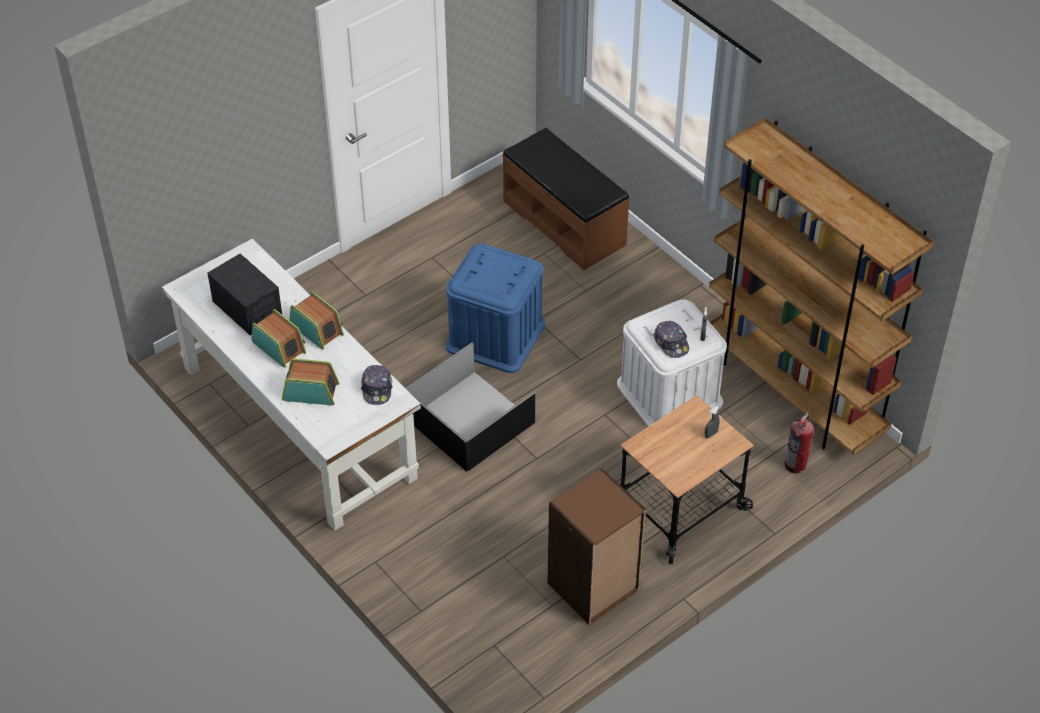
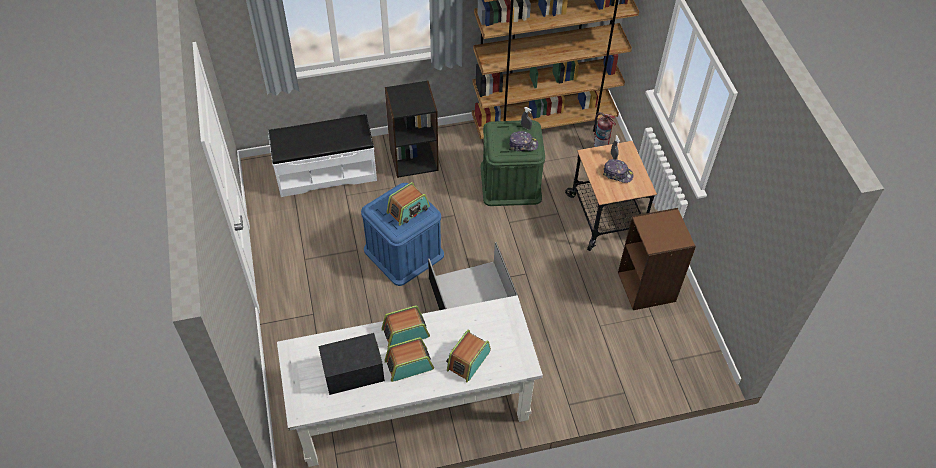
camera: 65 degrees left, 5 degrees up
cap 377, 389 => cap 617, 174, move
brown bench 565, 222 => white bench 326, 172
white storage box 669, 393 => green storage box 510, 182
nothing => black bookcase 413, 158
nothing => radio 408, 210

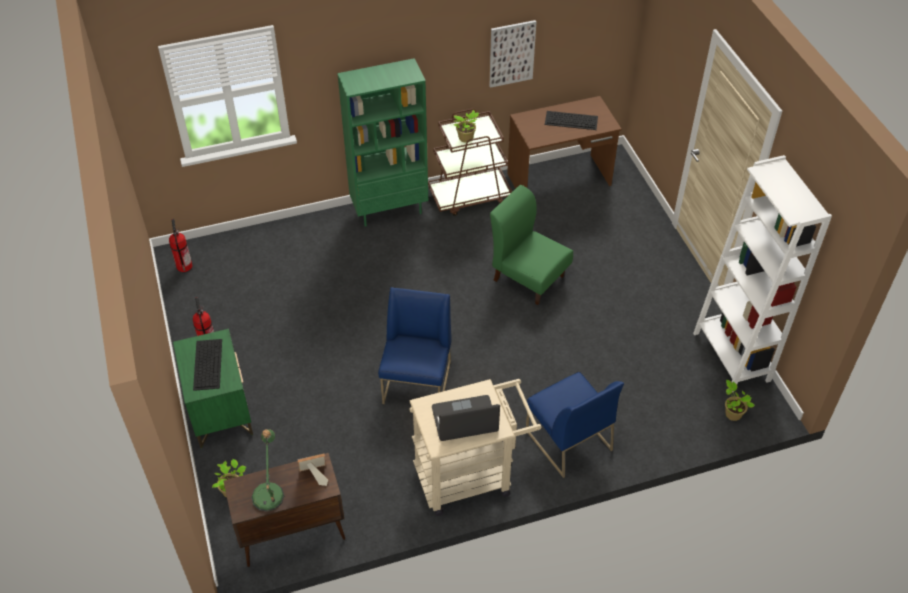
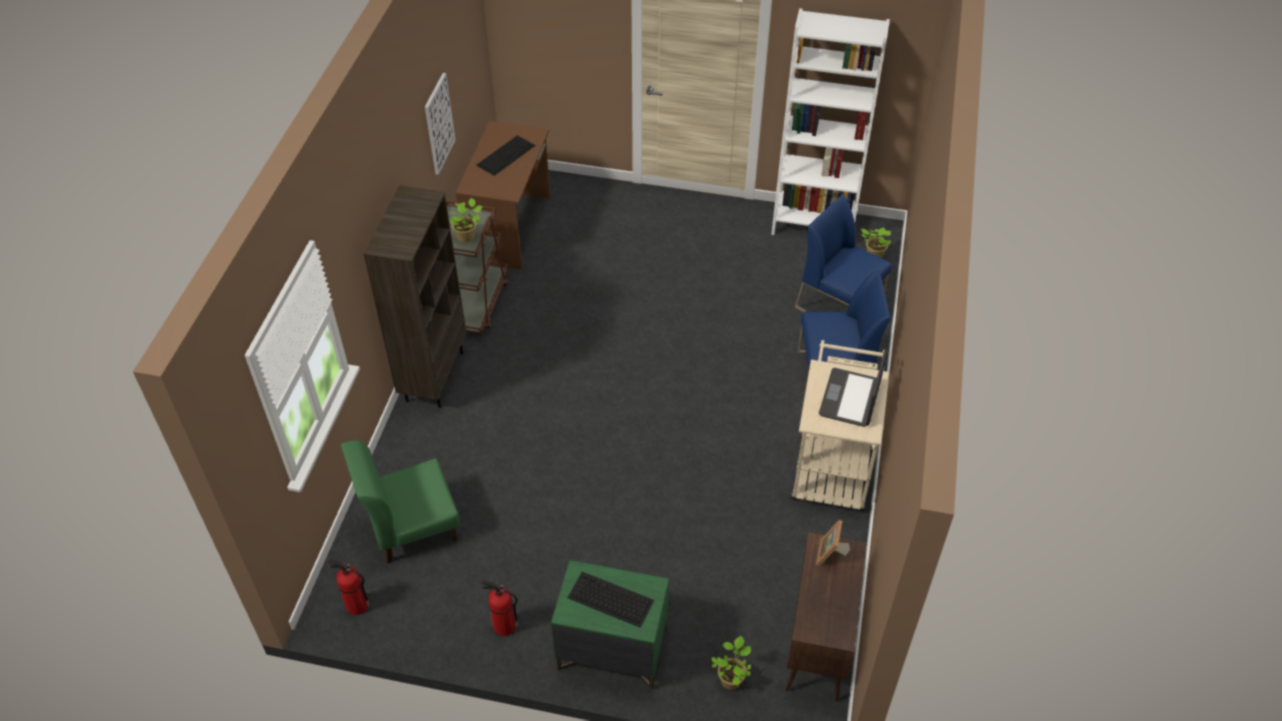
camera: 60 degrees left, 0 degrees up
table lamp 269, 491 => nothing
green bookcase 389, 210 => brown bookcase 434, 376
blue chair 417, 383 => blue chair 839, 305, move
green chair 528, 277 => green chair 412, 526, move

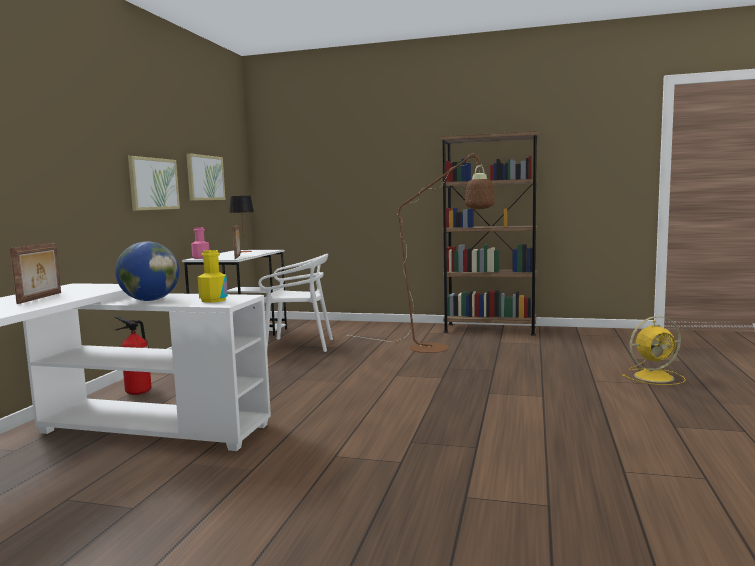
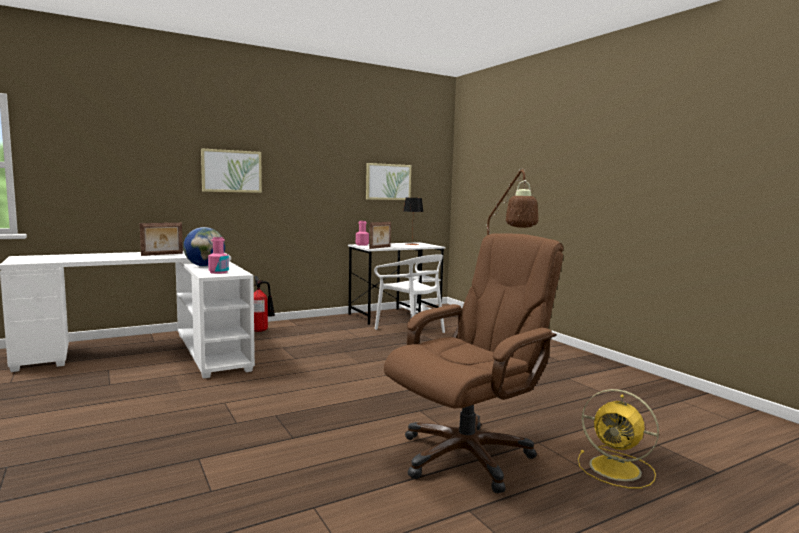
camera: 45 degrees right, 0 degrees up
picture 153, 184 => picture 231, 171, move
yellow bottle 213, 300 => pink bottle 218, 272
brown bookcase 489, 329 => nothing
nothing => brown office chair 466, 455

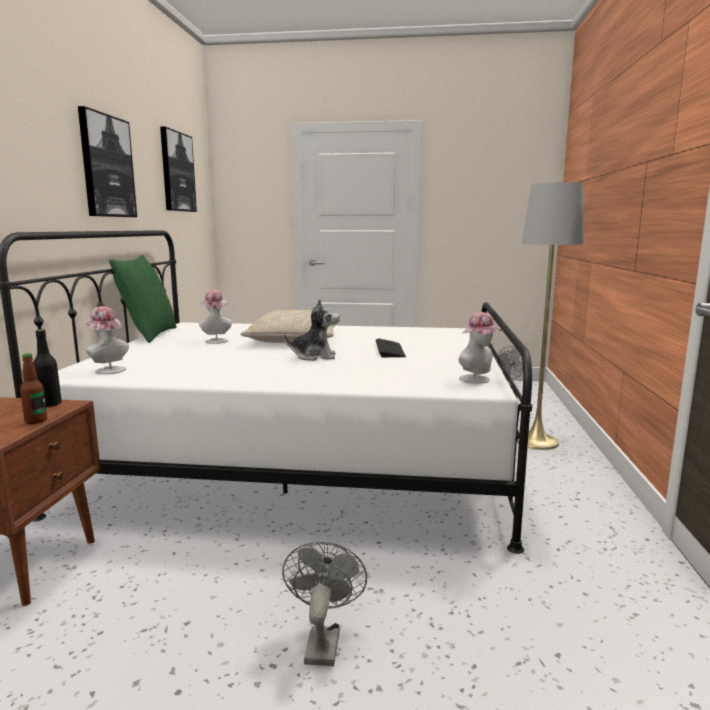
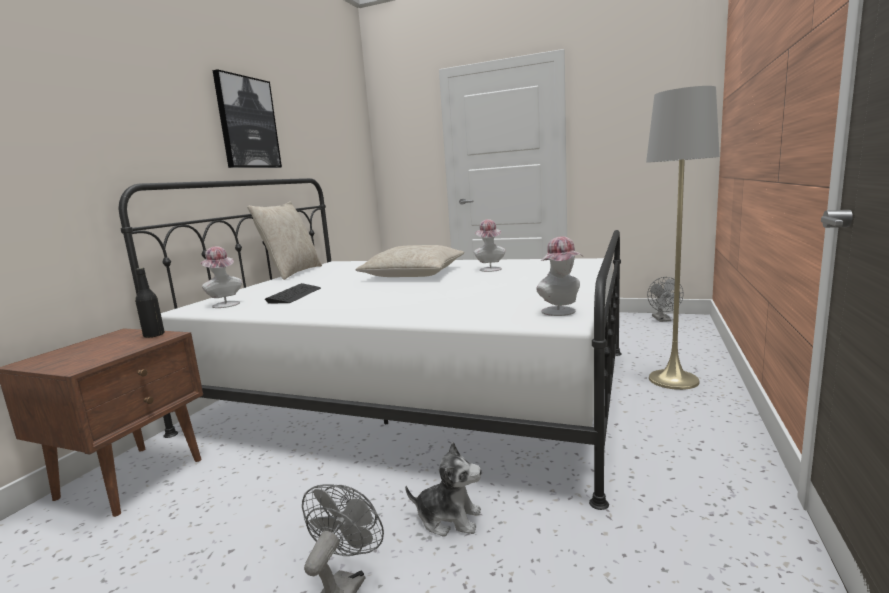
camera: 15 degrees right, 0 degrees up
bottle 36, 421 => nothing
green pillow 148, 335 => beige pillow 292, 273
picture 177, 172 => nothing
hat 216, 340 => hat 489, 269, move
plush toy 314, 356 => plush toy 449, 518, move
keyboard 389, 350 => keyboard 294, 295, move

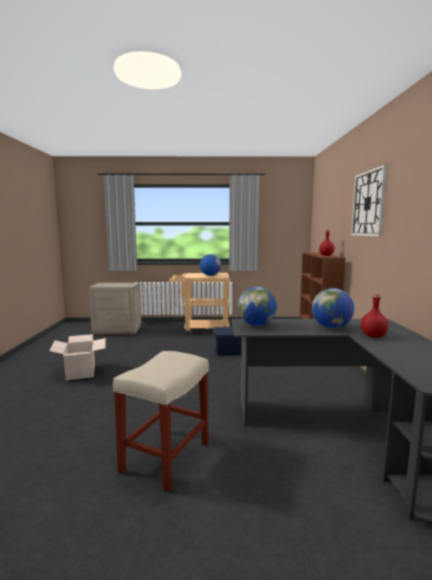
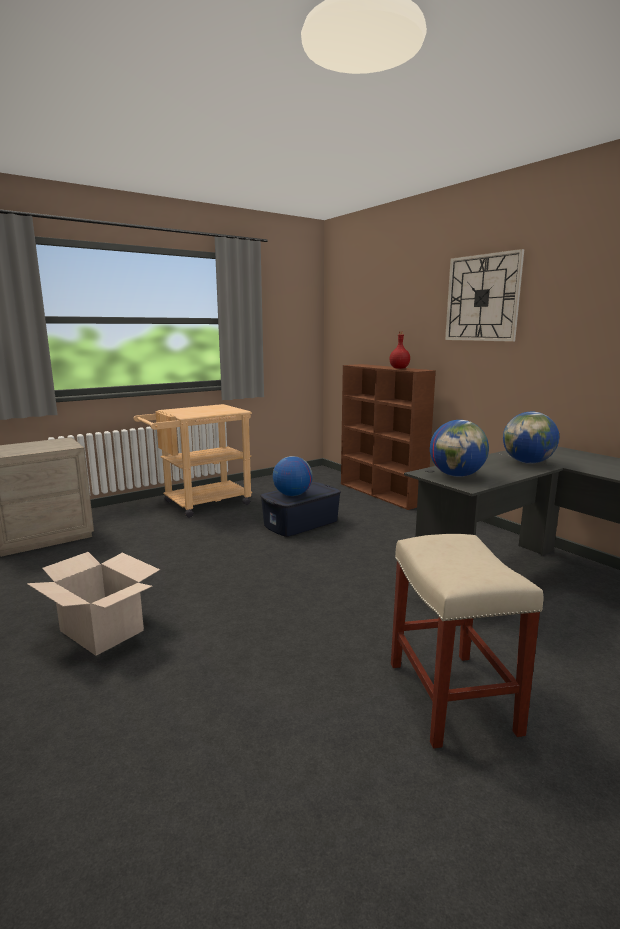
camera: 35 degrees left, 5 degrees up
globe 210, 275 => globe 292, 495, move
red bottle 373, 336 => nothing

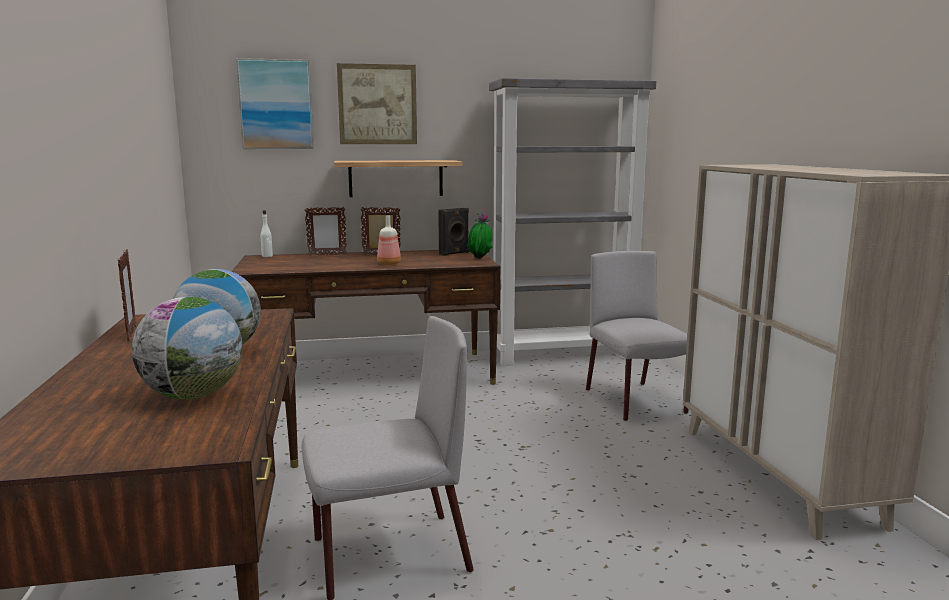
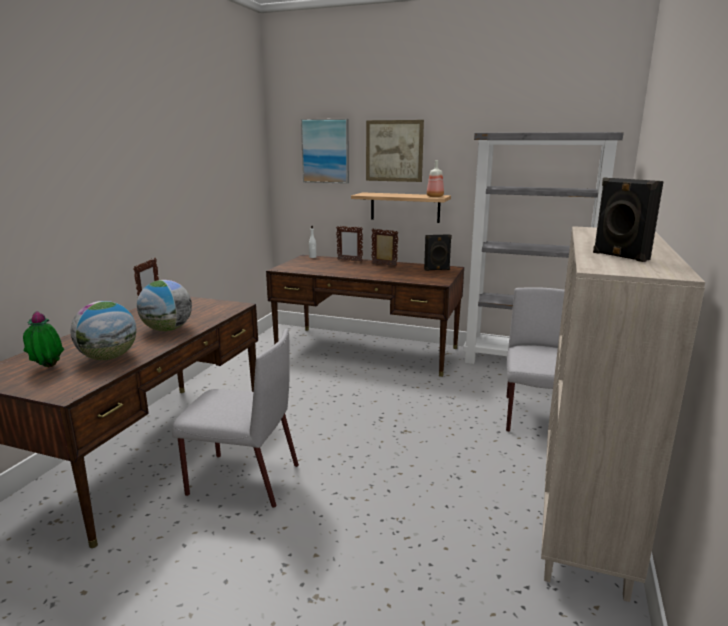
camera: 30 degrees right, 5 degrees up
bottle 388, 264 => bottle 434, 196, move
potted plant 480, 259 => potted plant 47, 368, move
nothing => black speaker 619, 256

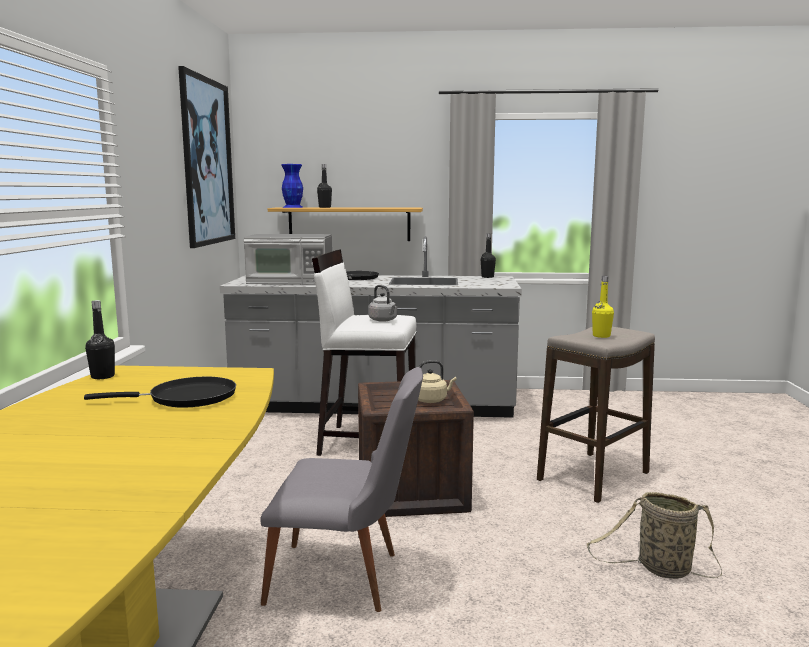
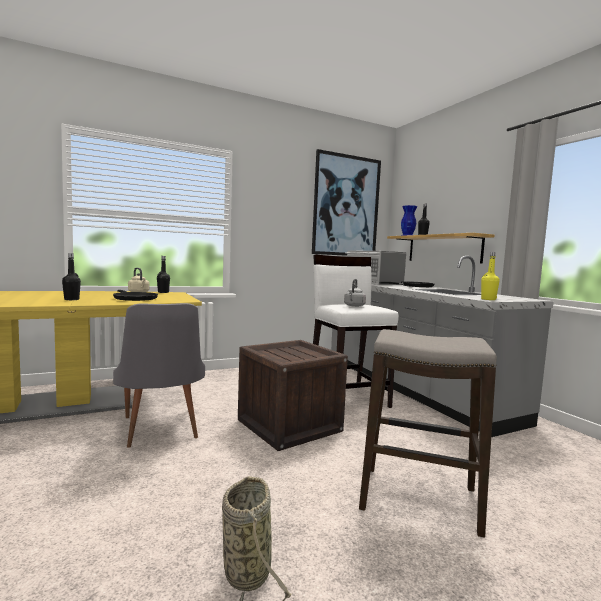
camera: 60 degrees right, 5 degrees down
beige kettle 432, 400 => beige kettle 139, 292, move
black bottle 487, 277 => black bottle 71, 299, move
yellow bottle 601, 336 => yellow bottle 488, 299, move

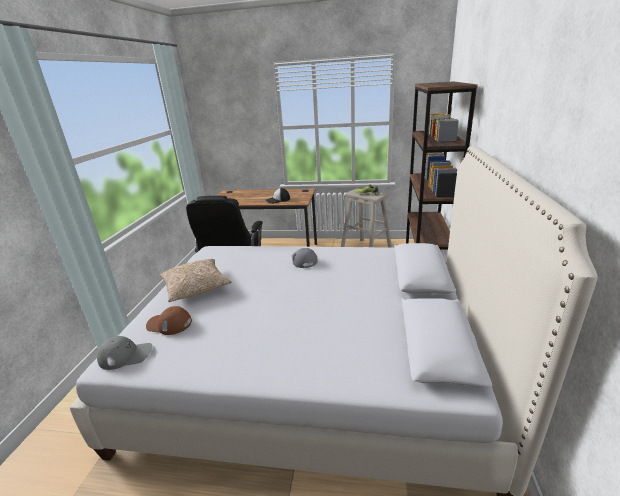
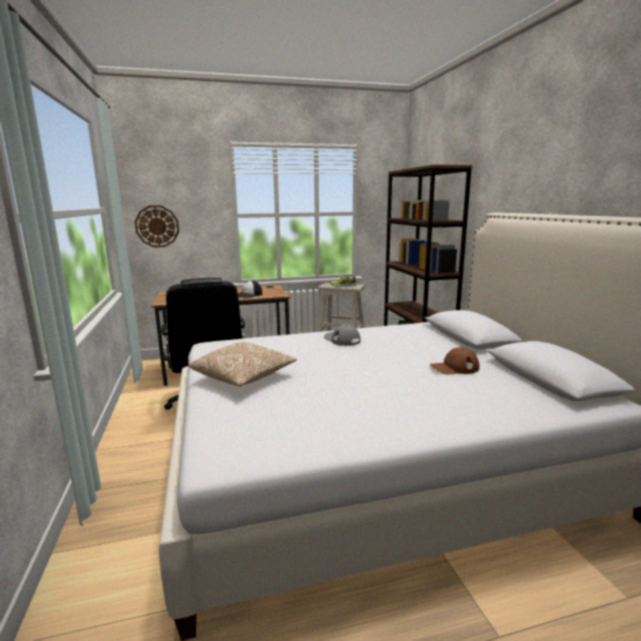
camera: 25 degrees left, 10 degrees down
grey cap 126, 355 => nothing
brown cap 169, 324 => brown cap 454, 368, move
nothing => wall clock 157, 226

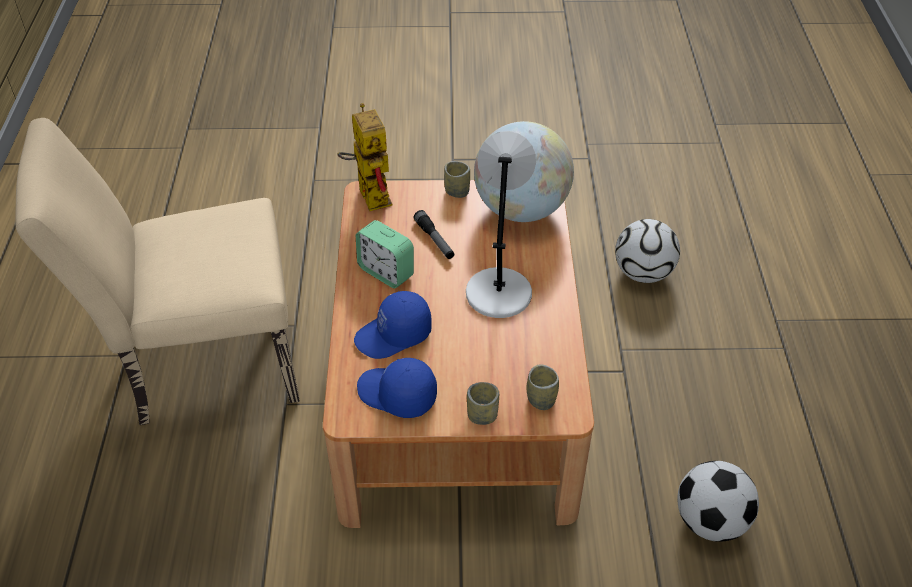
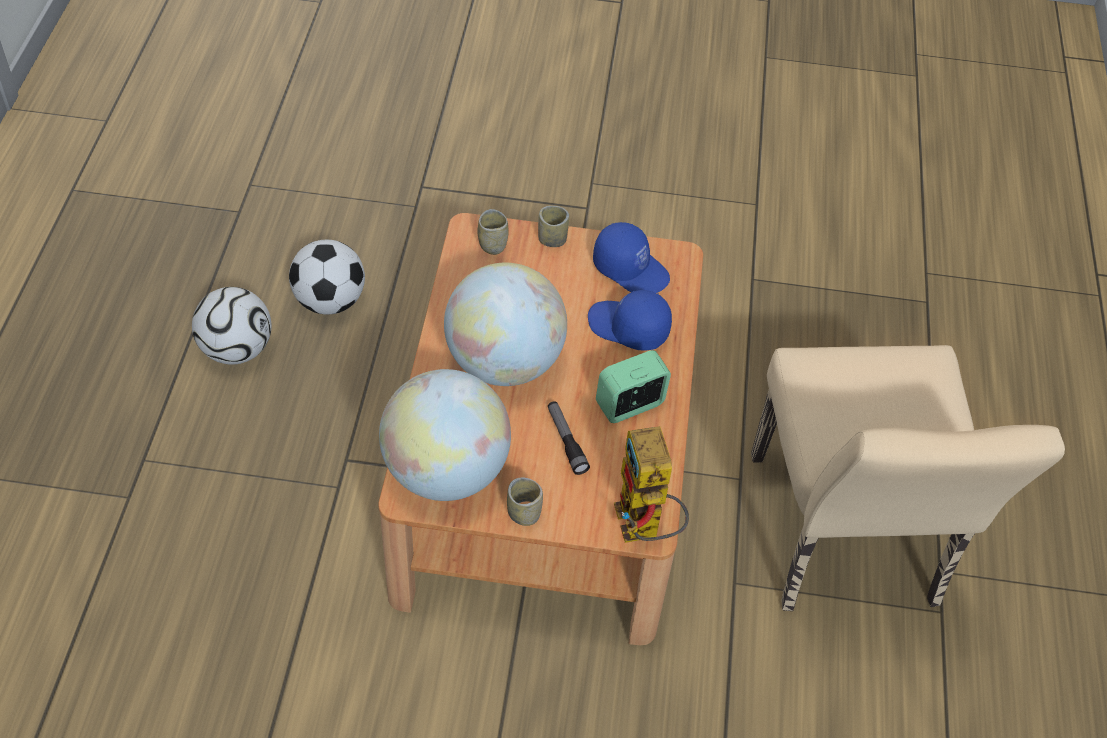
camera: 175 degrees left, 5 degrees up
beige chair 200, 364 => beige chair 846, 544, 90 degrees clockwise
blue cap 394, 335 => blue cap 628, 328, 135 degrees counterclockwise
alarm clock 386, 272 => alarm clock 630, 405, 75 degrees counterclockwise
grey table lamp 498, 290 => globe 504, 363
football 643, 273 => football 236, 349, move

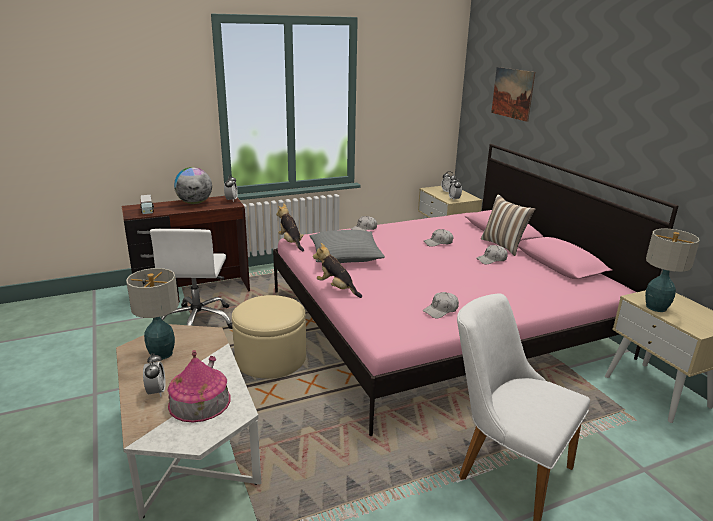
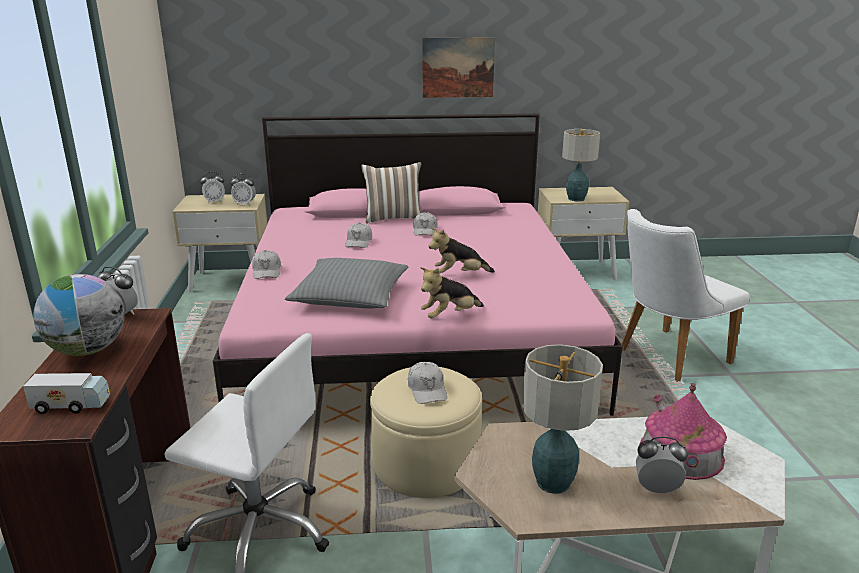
camera: 70 degrees left, 0 degrees up
plush toy 291, 243 => plush toy 459, 275, move
white cap 441, 310 => white cap 427, 390, move
picture 512, 93 => picture 458, 67, move

